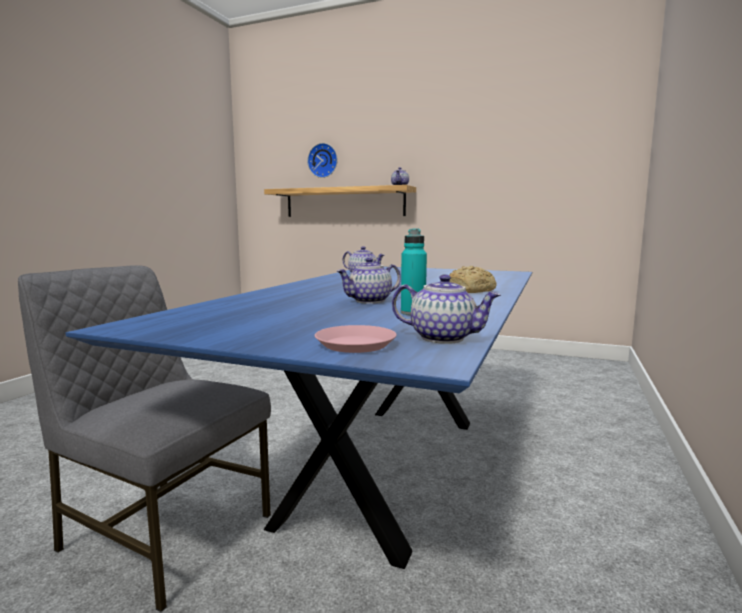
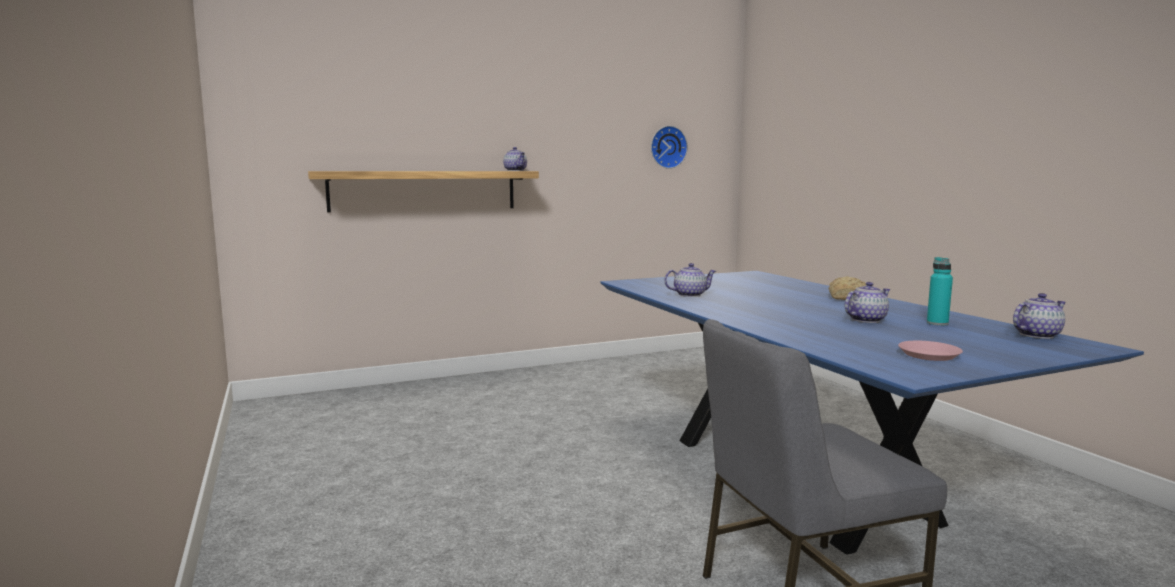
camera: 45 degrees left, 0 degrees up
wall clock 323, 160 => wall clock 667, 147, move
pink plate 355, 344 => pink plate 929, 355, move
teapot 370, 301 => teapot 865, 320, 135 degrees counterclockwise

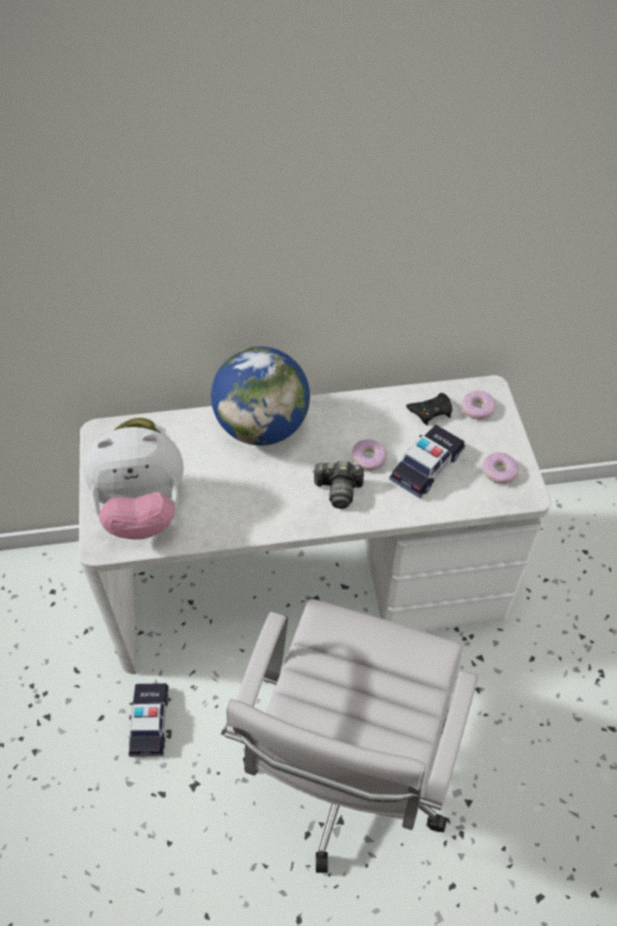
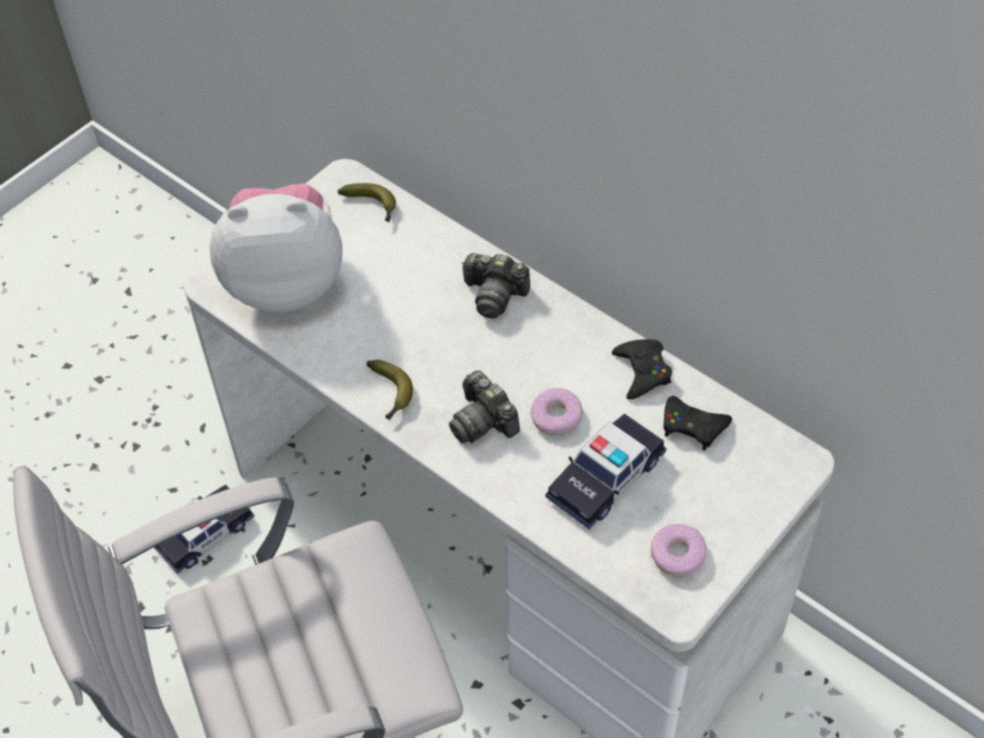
camera: 50 degrees right, 0 degrees up
plush toy 142, 510 => plush toy 286, 282, 135 degrees clockwise
globe 262, 427 => photo camera 494, 295
toy car 426, 466 => toy car 606, 478, 135 degrees clockwise
donut 477, 409 => nothing
nothing => banana 391, 394
nothing => black game controller 642, 372

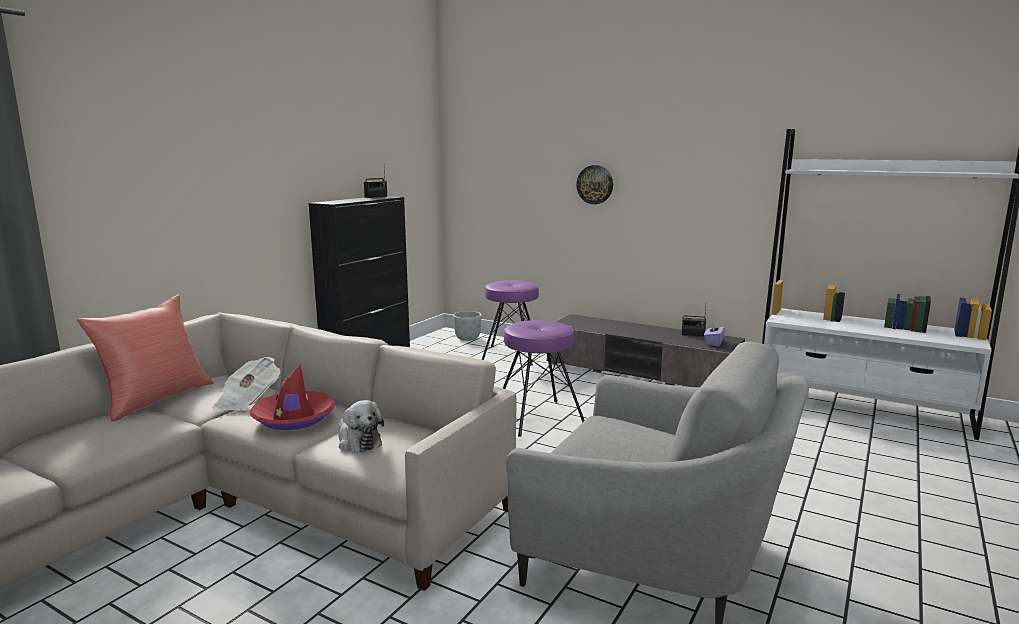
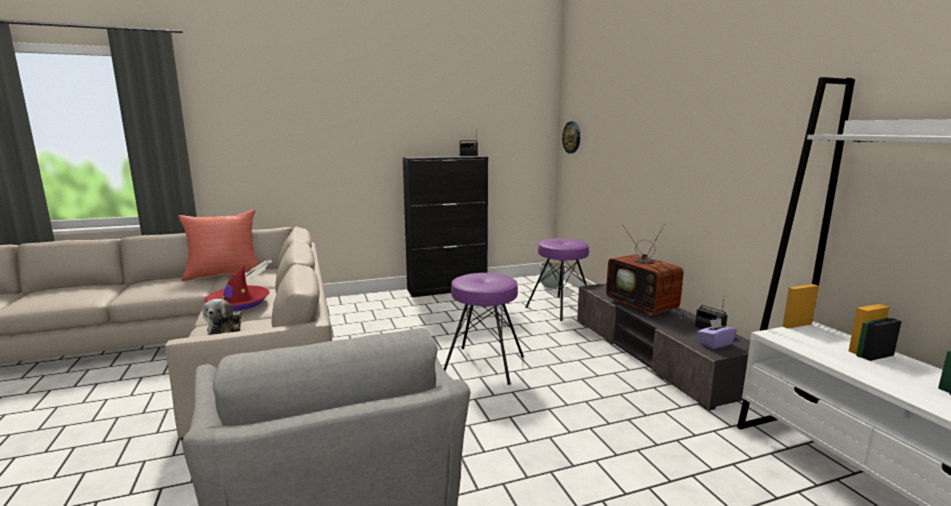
camera: 40 degrees right, 0 degrees up
wall clock 595, 184 => wall clock 572, 137, move
nothing => television 644, 306

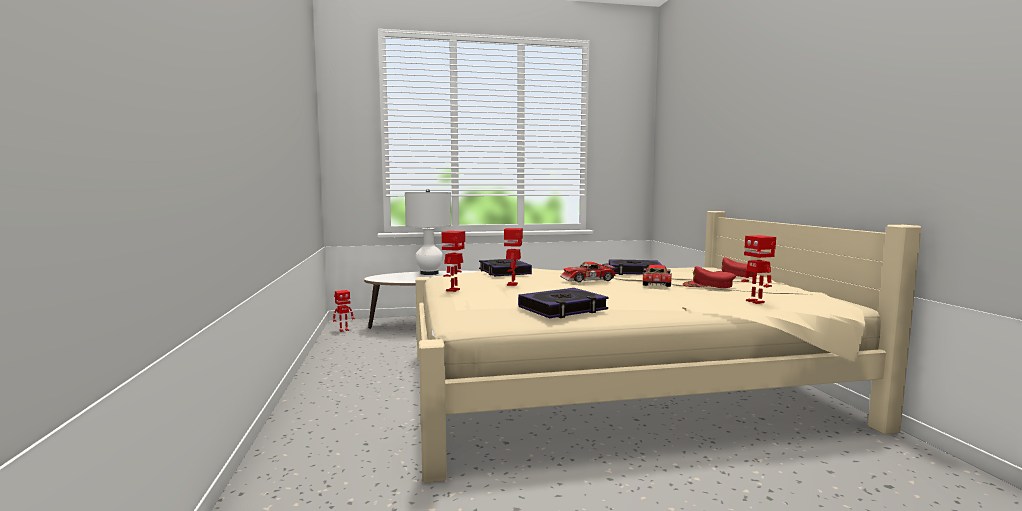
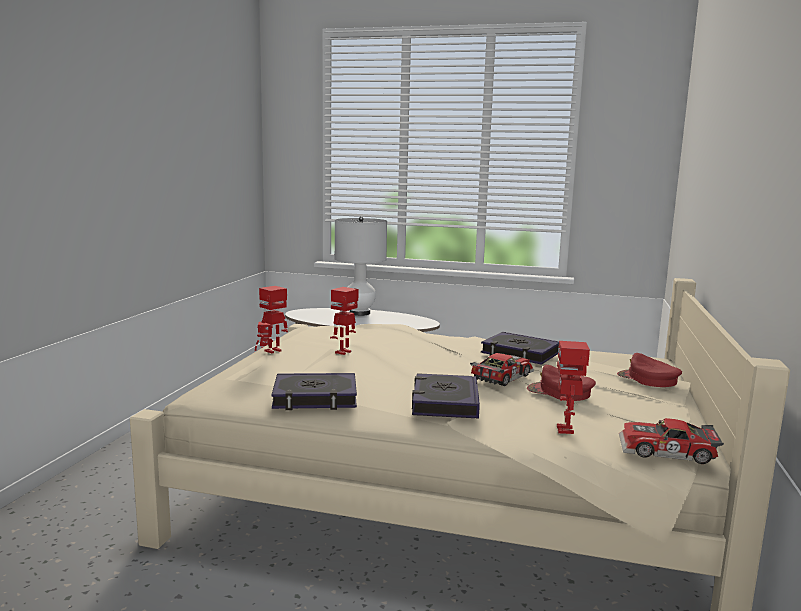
camera: 25 degrees right, 5 degrees up
book 504, 272 => book 445, 402, move
toy car 588, 280 => toy car 667, 452, move

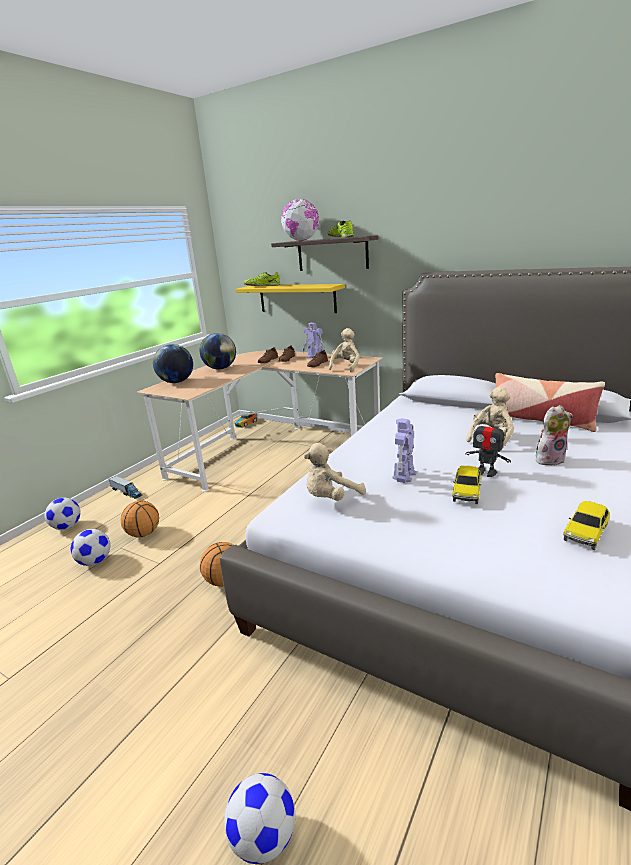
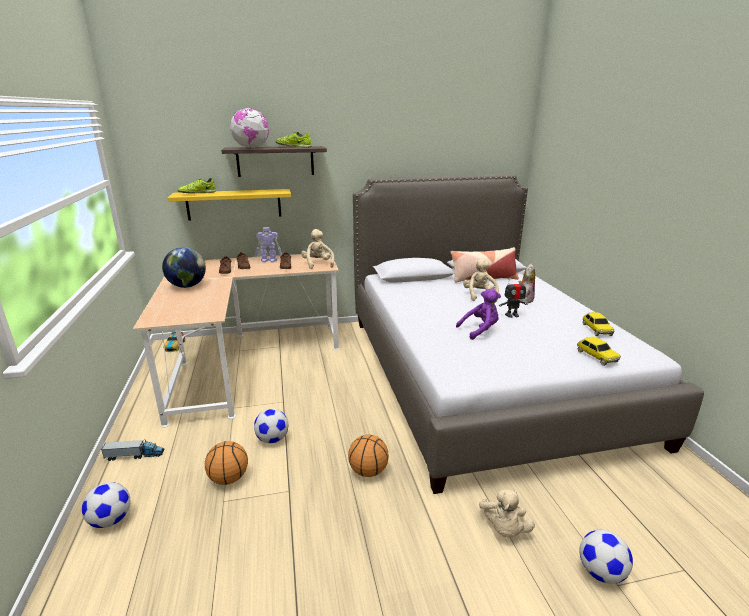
camera: 45 degrees left, 0 degrees up
football 95, 561 => football 272, 439, move
globe 176, 382 => nothing
beige plush toy 331, 498 => beige plush toy 504, 529, move
toy robot 404, 476 => purple plush toy 480, 330
toy car 466, 492 => toy car 596, 356, move

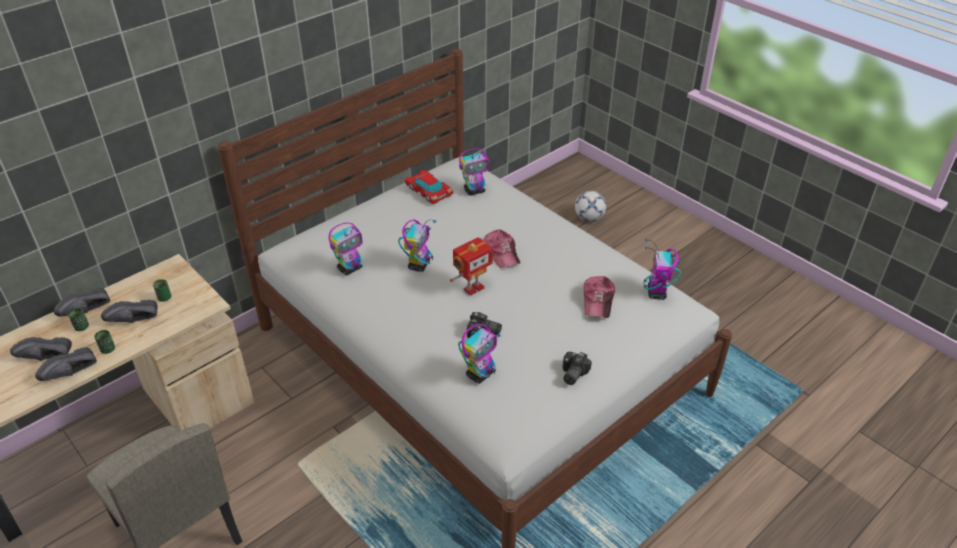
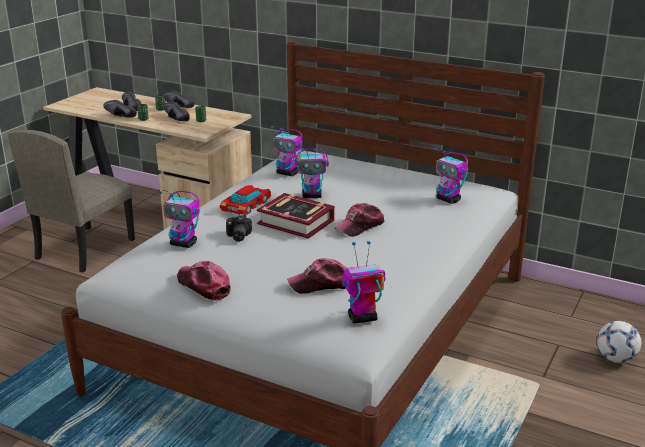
camera: 70 degrees right, 15 degrees down
toy car 429, 190 => toy car 246, 205, move
toy robot 473, 288 => book 296, 222
photo camera 572, 374 => cap 204, 286

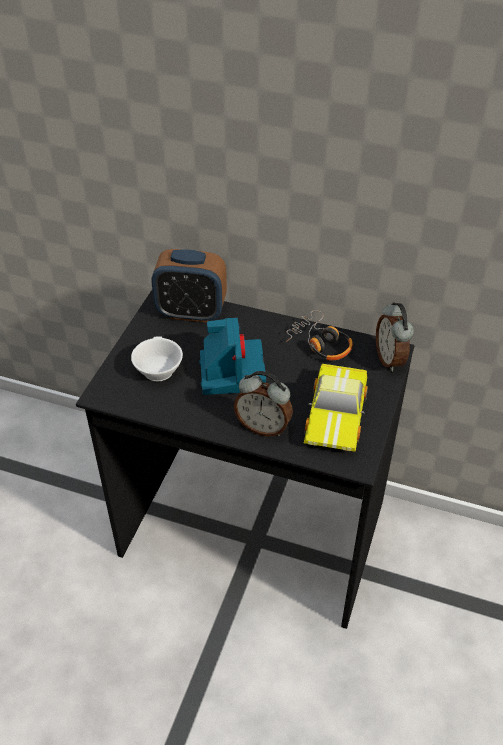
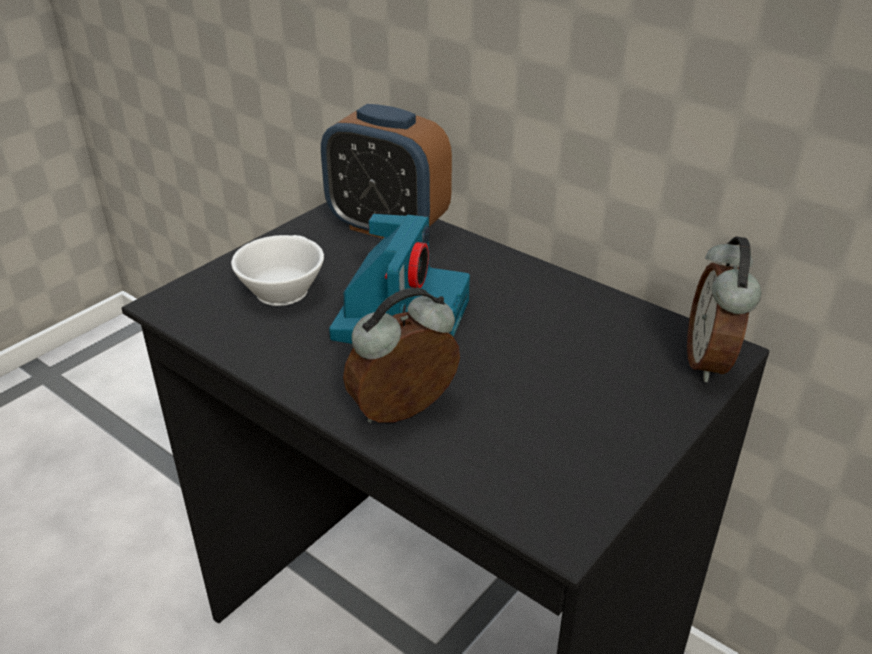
camera: 20 degrees right, 10 degrees down
alarm clock 263, 427 => alarm clock 405, 415, 105 degrees clockwise
headphones 320, 343 => nothing
toy car 338, 415 => nothing

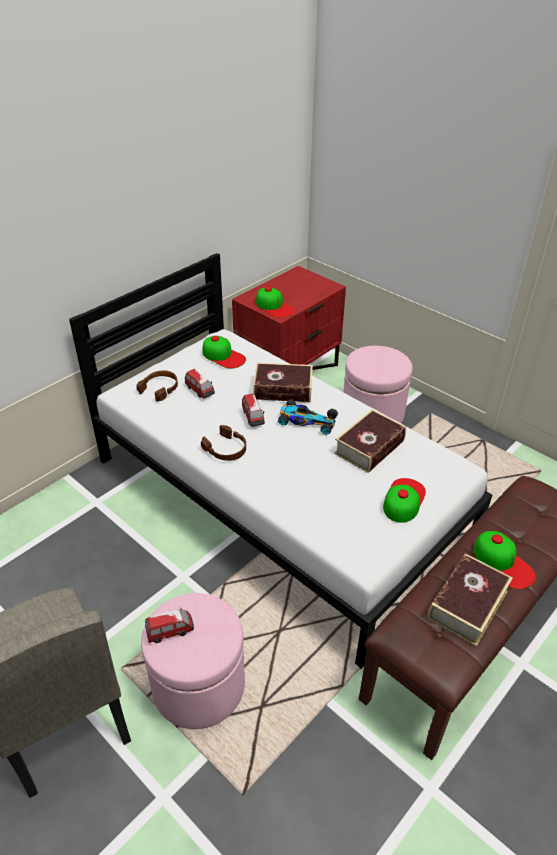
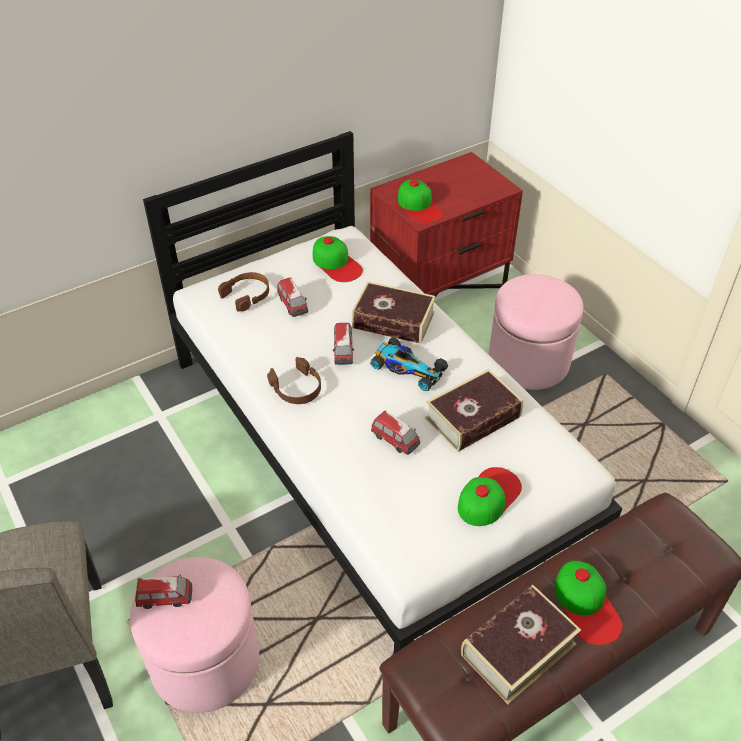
camera: 15 degrees right, 5 degrees up
nothing => toy car 395, 440

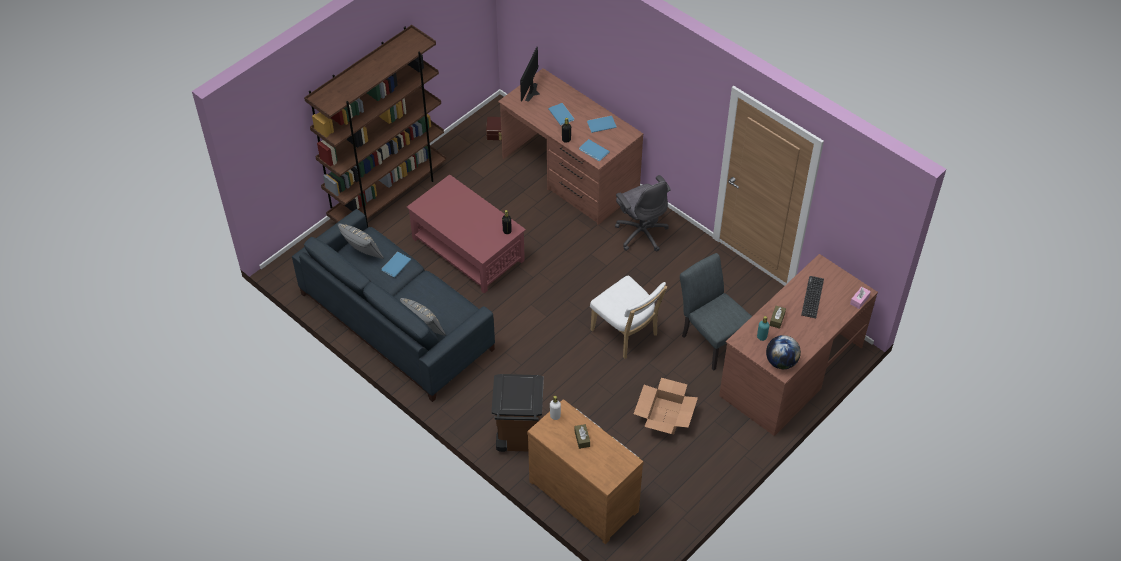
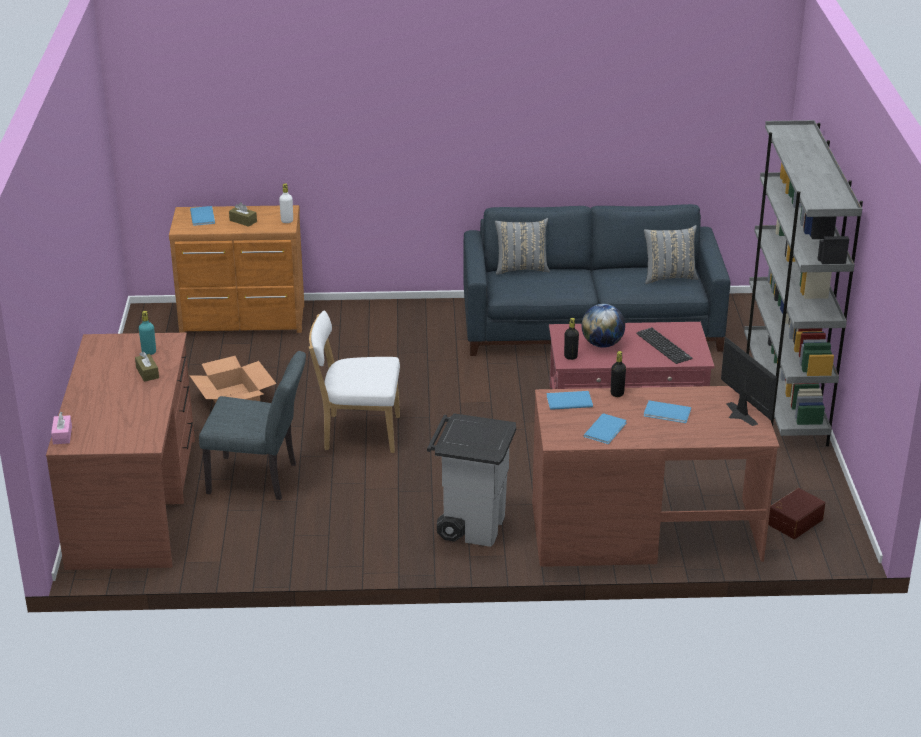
camera: 135 degrees right, 20 degrees down
brown bookcase 388, 195 => grey bookcase 784, 398
blue book 395, 265 => blue book 203, 216, move
brown trash can 518, 438 => nothing
grey office chair 641, 233 => grey trash can 472, 525
globe 781, 362 => globe 602, 344, move
keyboard 812, 297 => keyboard 663, 346, move

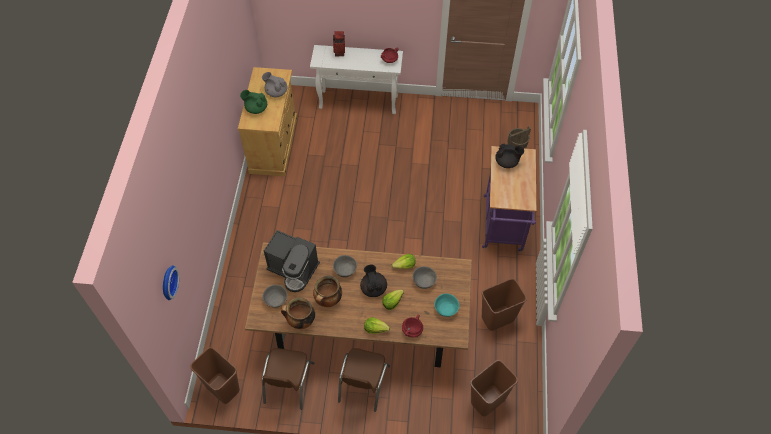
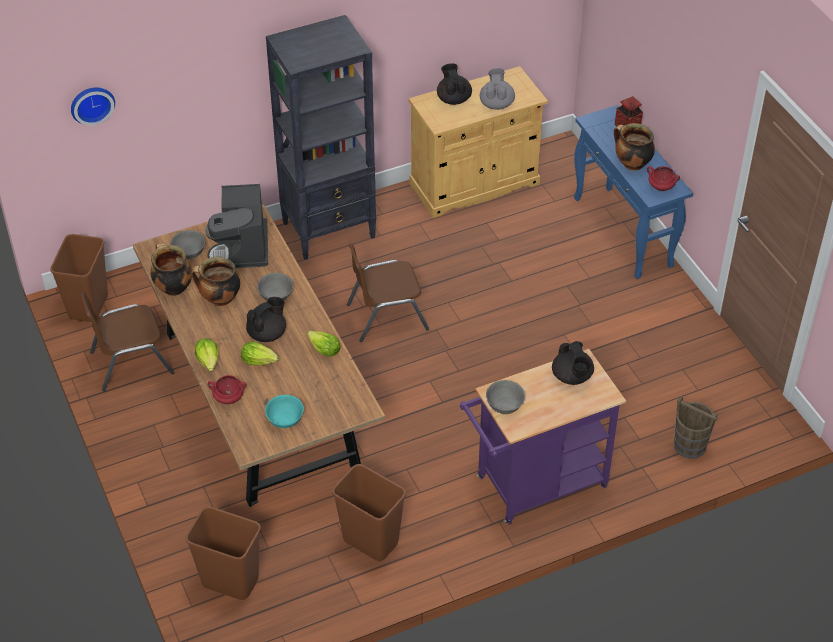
camera: 60 degrees right, 10 degrees down
green teapot 256, 108 => black teapot 453, 99
white console table 359, 102 => blue console table 623, 232
brown chair 363, 383 => brown chair 386, 316, move
grey bowl 424, 281 => grey bowl 505, 405, move
nothing => black bookcase 329, 230
nothing => cooking pot 631, 164

